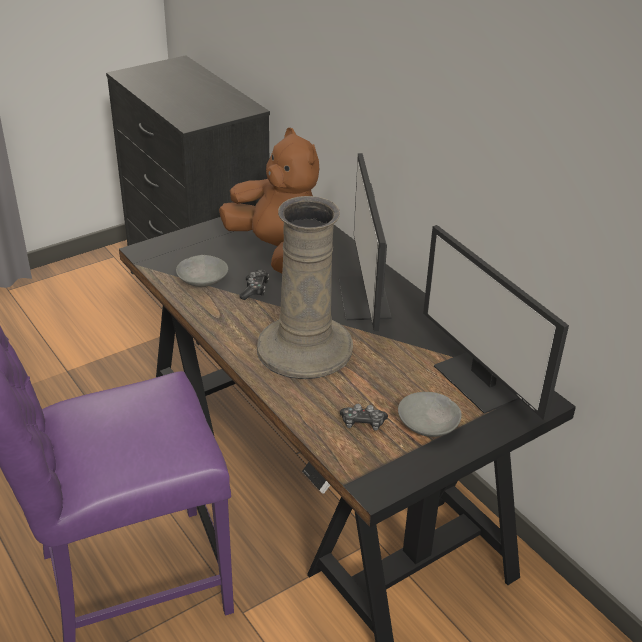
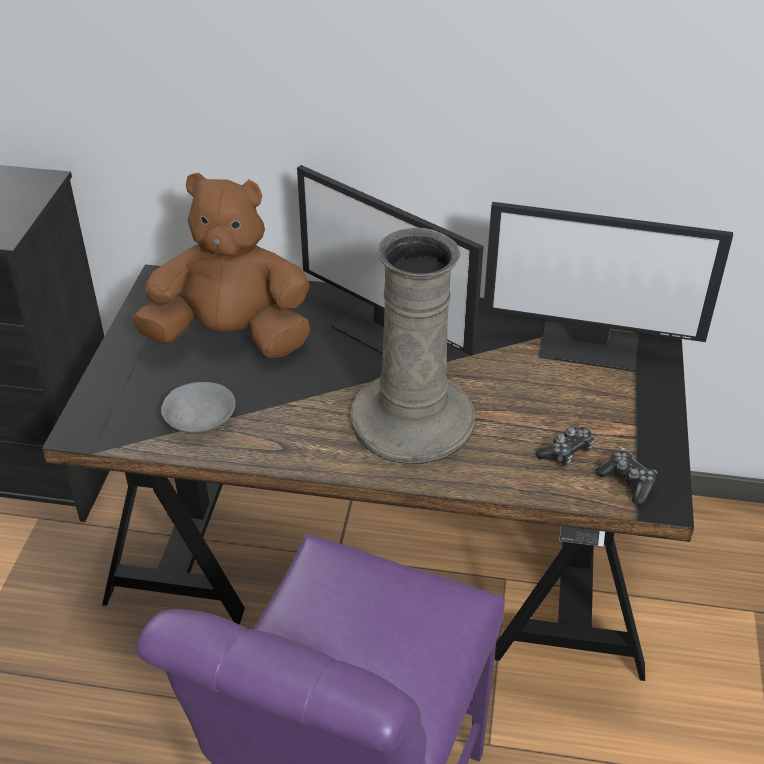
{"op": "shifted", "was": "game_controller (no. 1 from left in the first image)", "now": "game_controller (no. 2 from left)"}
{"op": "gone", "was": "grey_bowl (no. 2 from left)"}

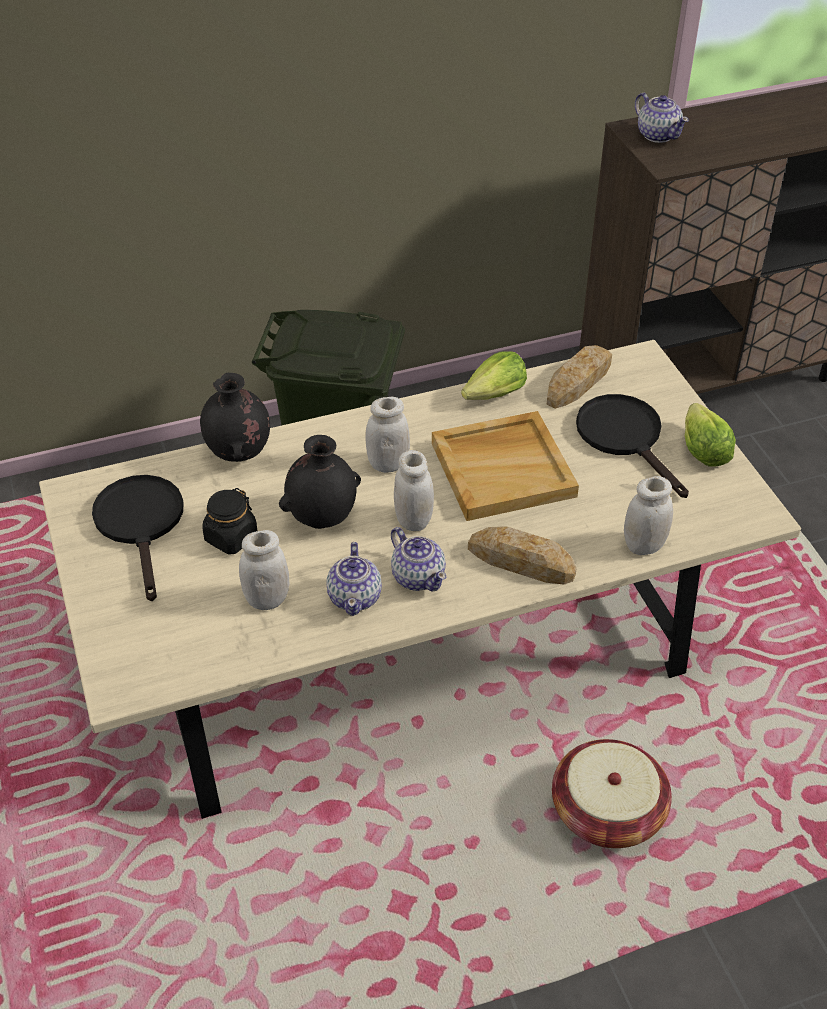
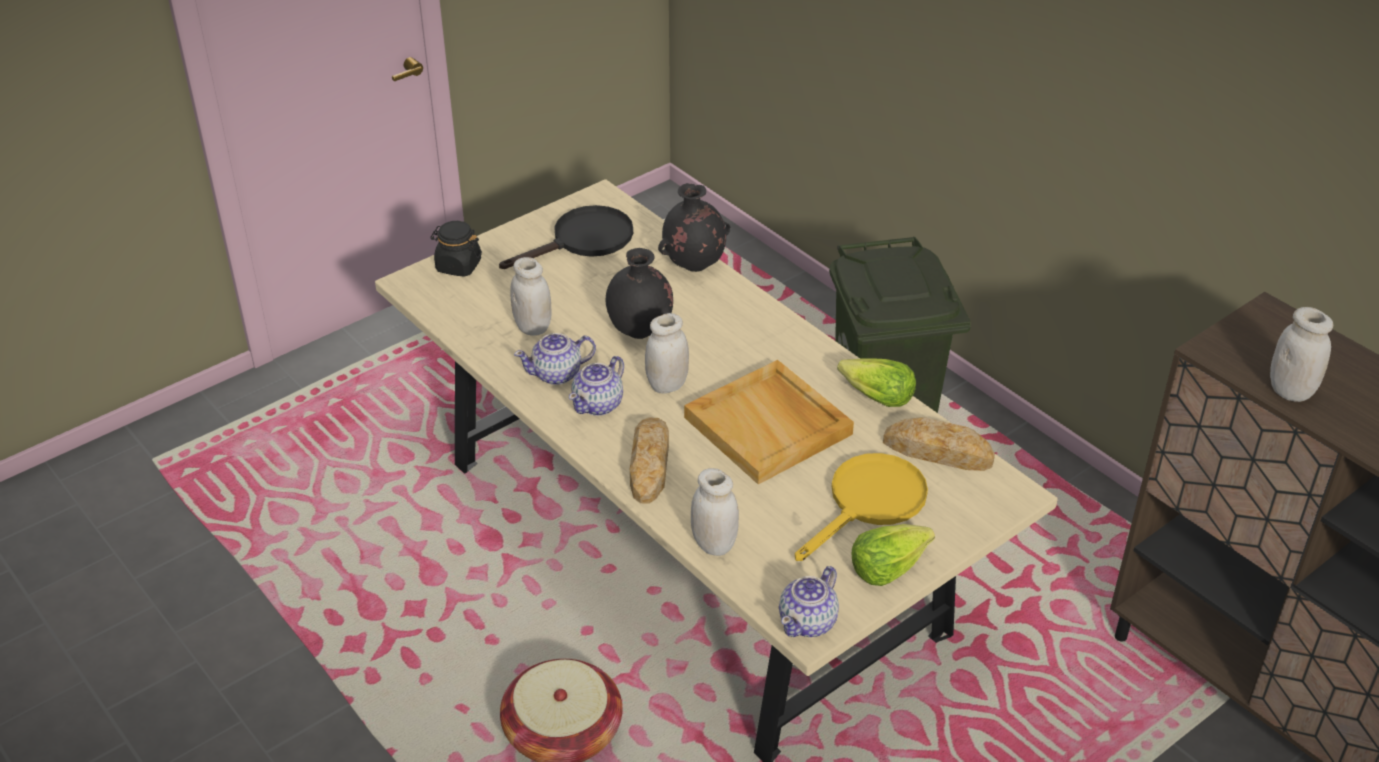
{"op": "shifted", "was": "black_jar"}
{"op": "shifted", "was": "teapot (no. 3 from left)"}
{"op": "repainted", "was": "black_frying_pan (no. 2 from left)", "now": "yellow_frying_pan"}
{"op": "shifted", "was": "white_jar (no. 2 from left in the first image)", "now": "white_jar (no. 4 from left)"}

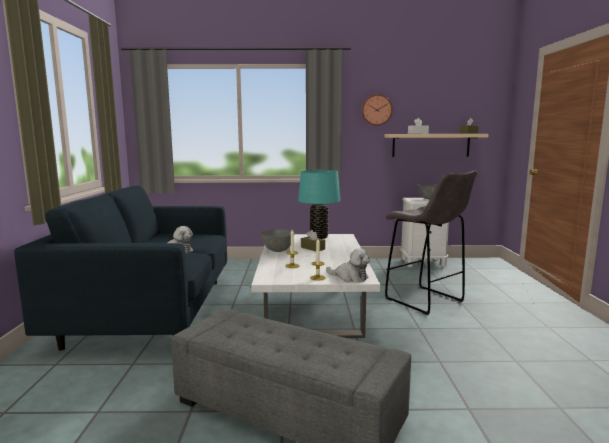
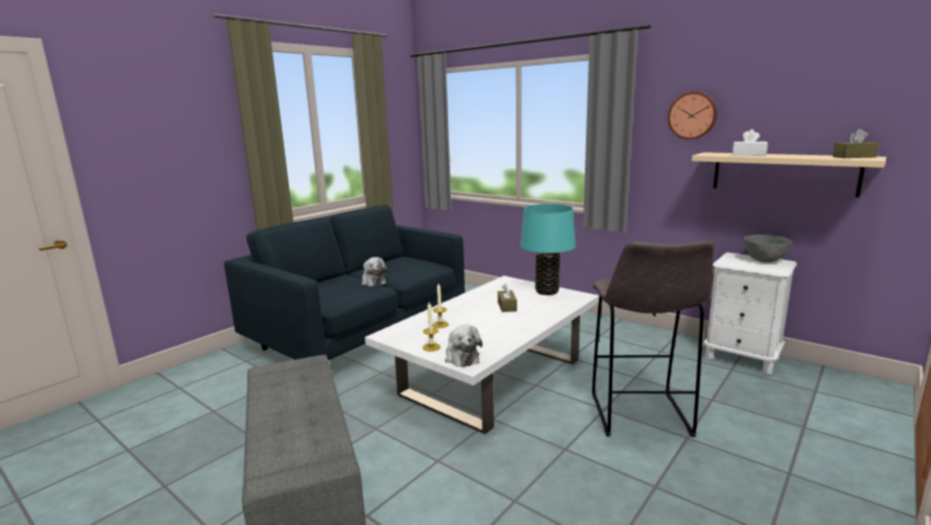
{"op": "gone", "was": "grey_bowl (no. 1 from left)"}

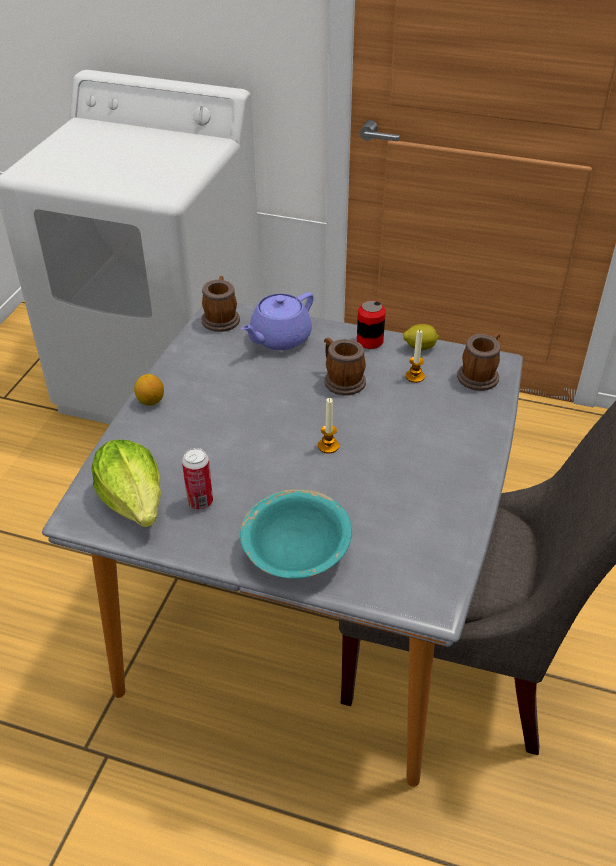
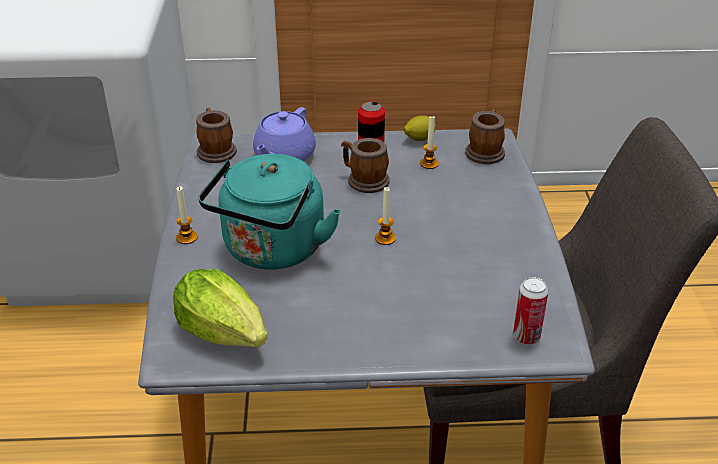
{"op": "swapped", "was": "lemon (no. 1 from left)", "now": "candle (no. 1 from left)"}
{"op": "new", "now": "turquoise_kettle"}
{"op": "shifted", "was": "can (no. 1 from left in the first image)", "now": "can (no. 2 from left)"}
{"op": "gone", "was": "turquoise_bowl"}

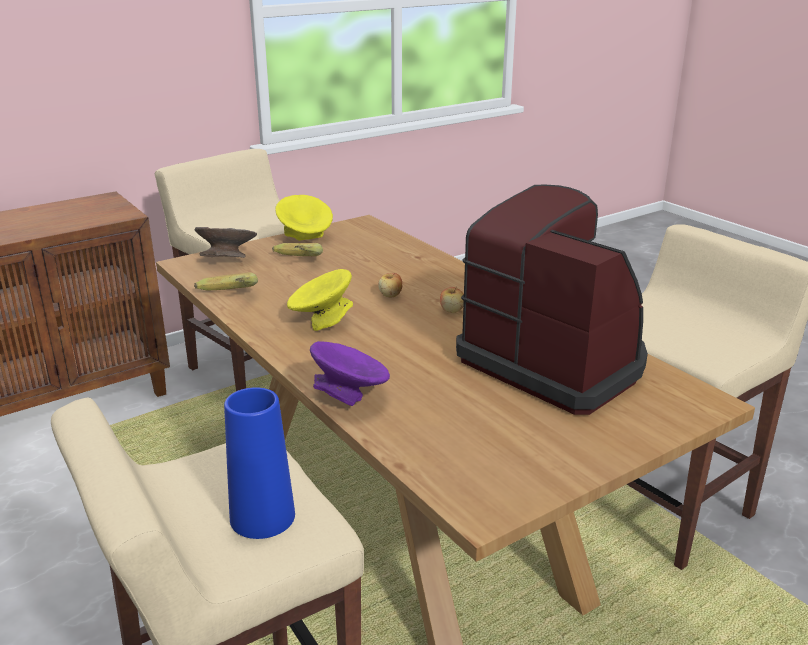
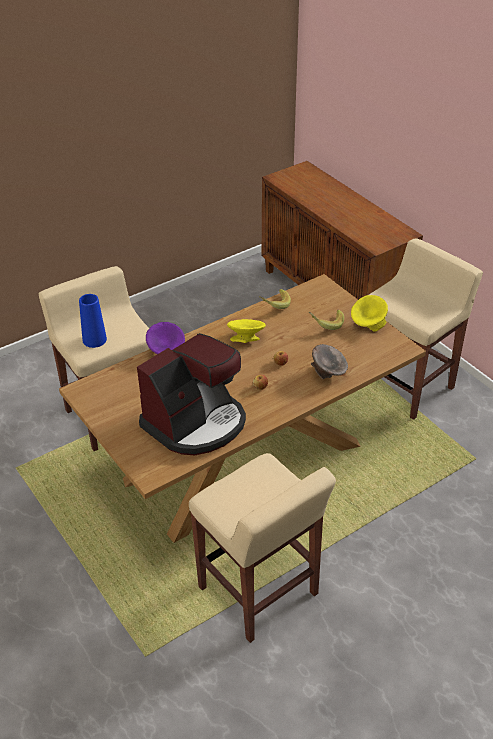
{"op": "shifted", "was": "grey_bowl"}

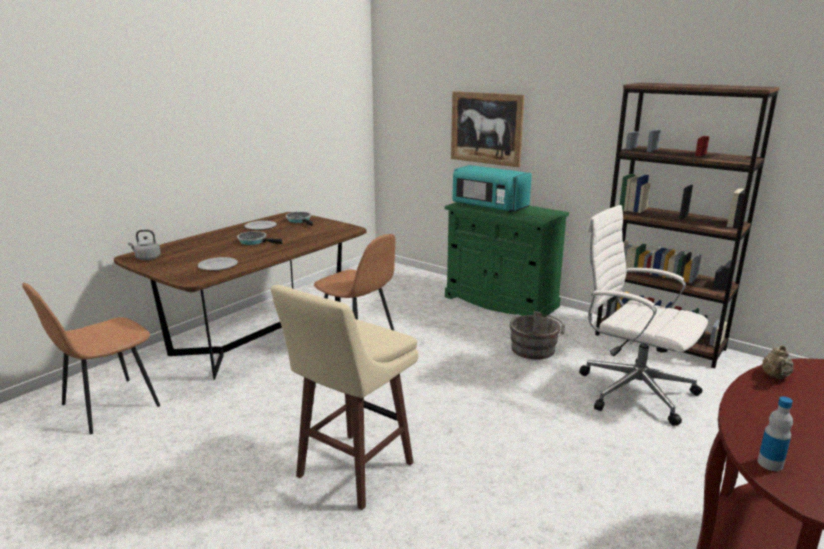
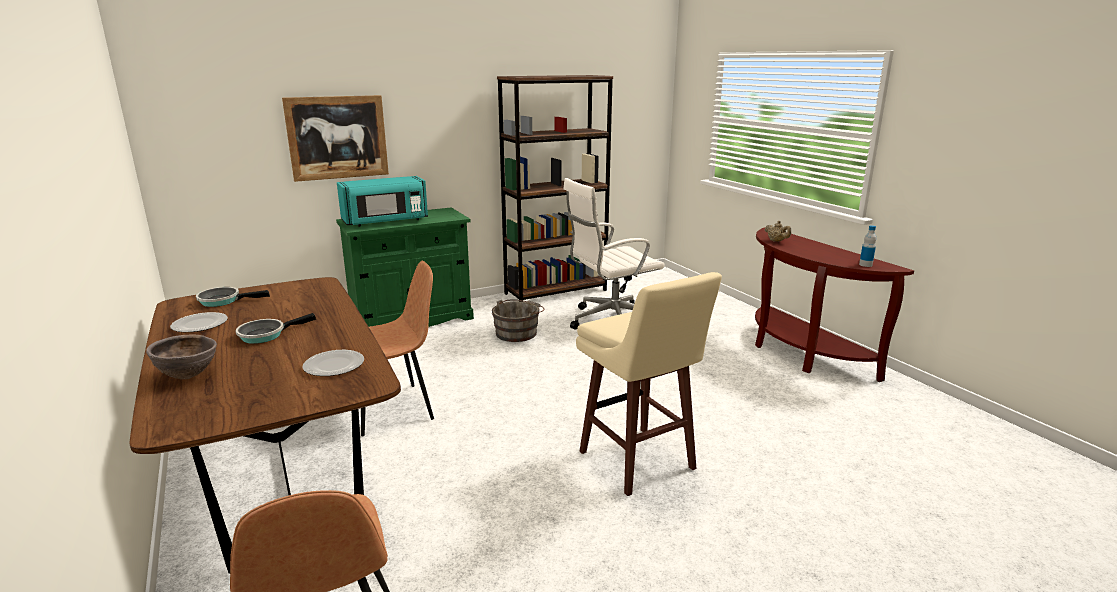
{"op": "new", "now": "brown_bowl"}
{"op": "gone", "was": "grey_kettle"}

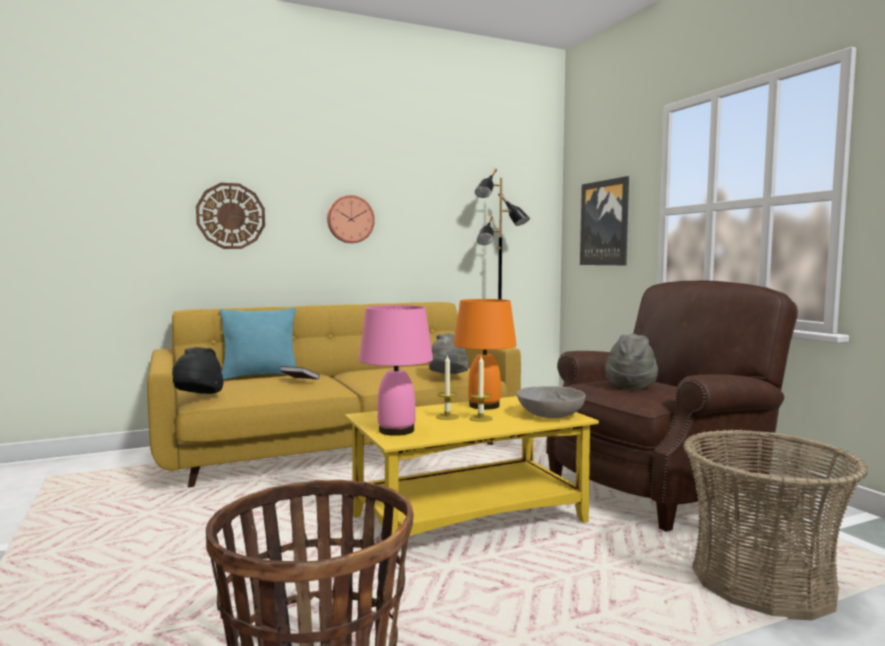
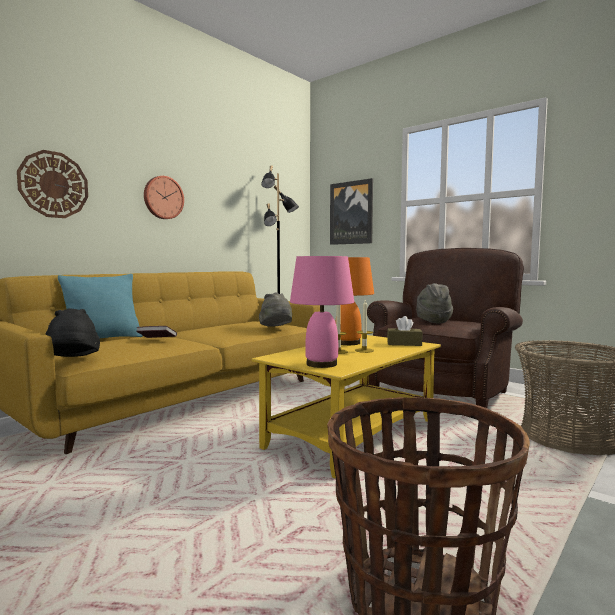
{"op": "swapped", "was": "grey_bowl", "now": "brown_tissue_box"}

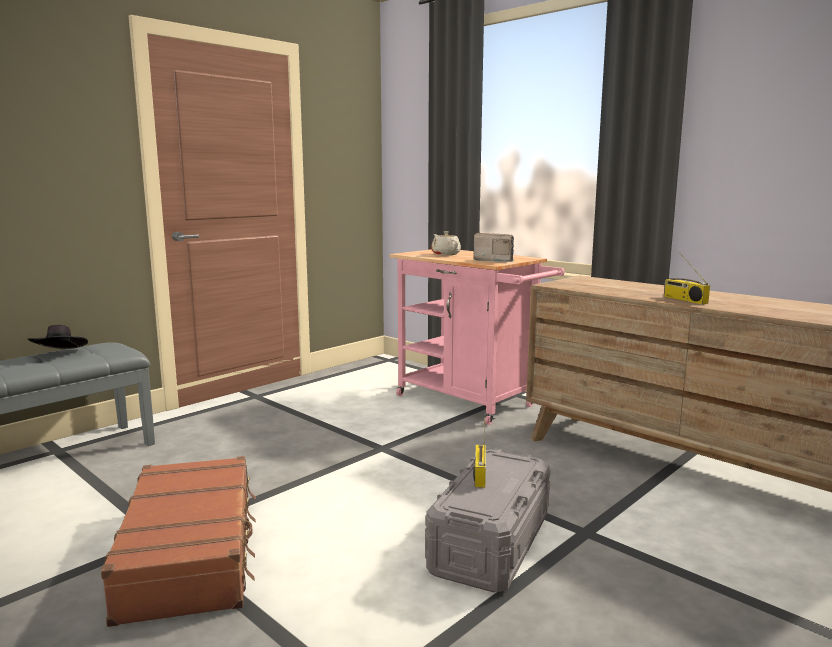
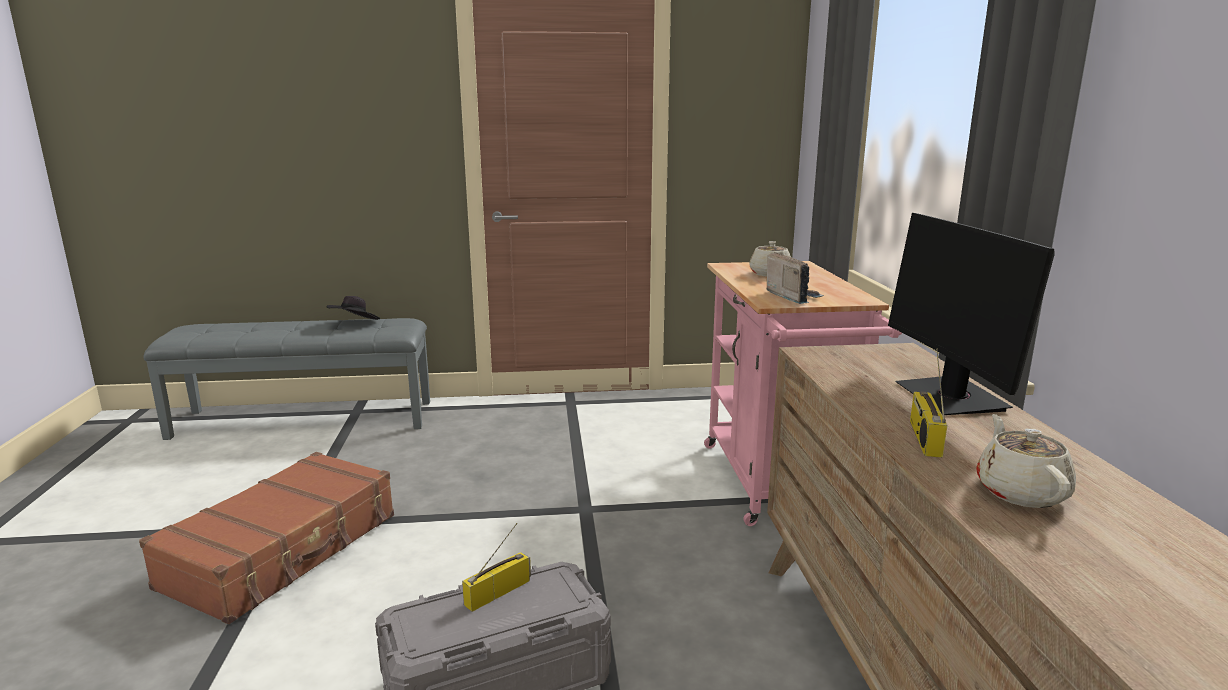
{"op": "new", "now": "monitor"}
{"op": "new", "now": "beige_teapot (no. 2 from left)"}

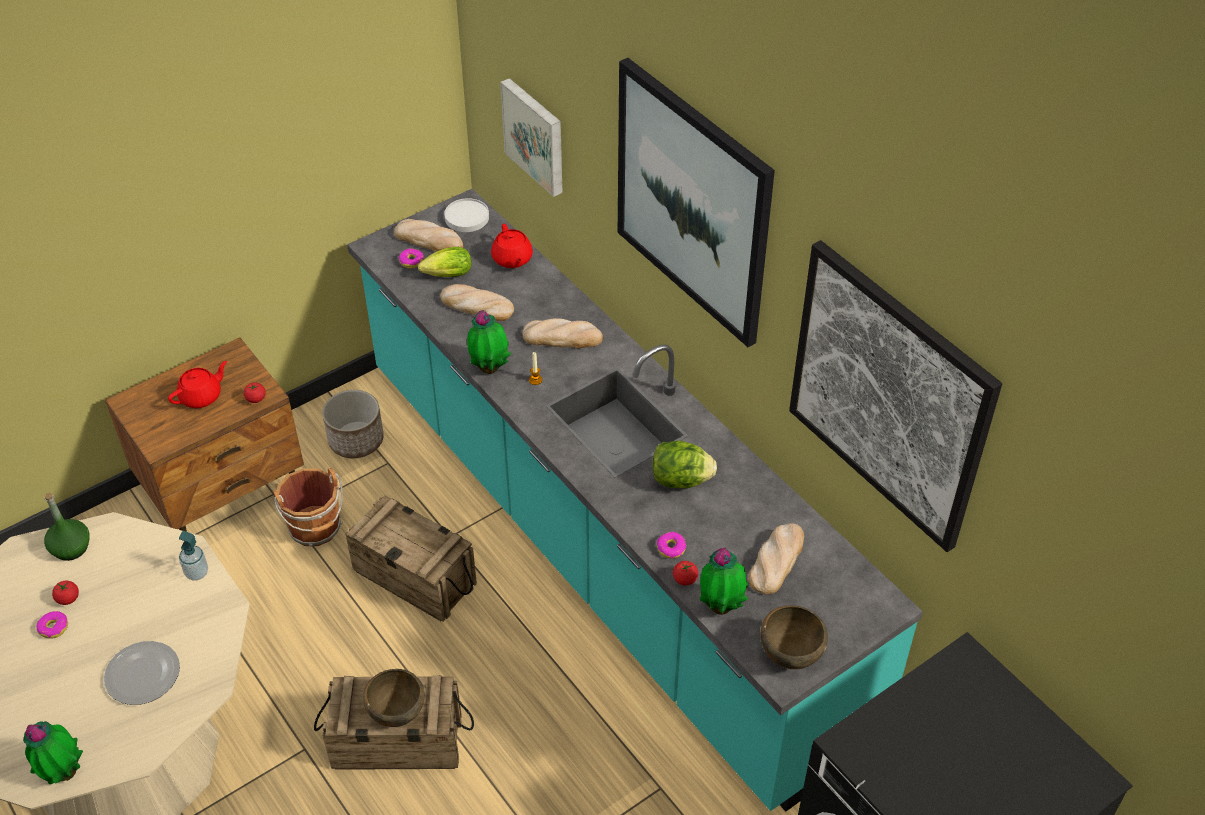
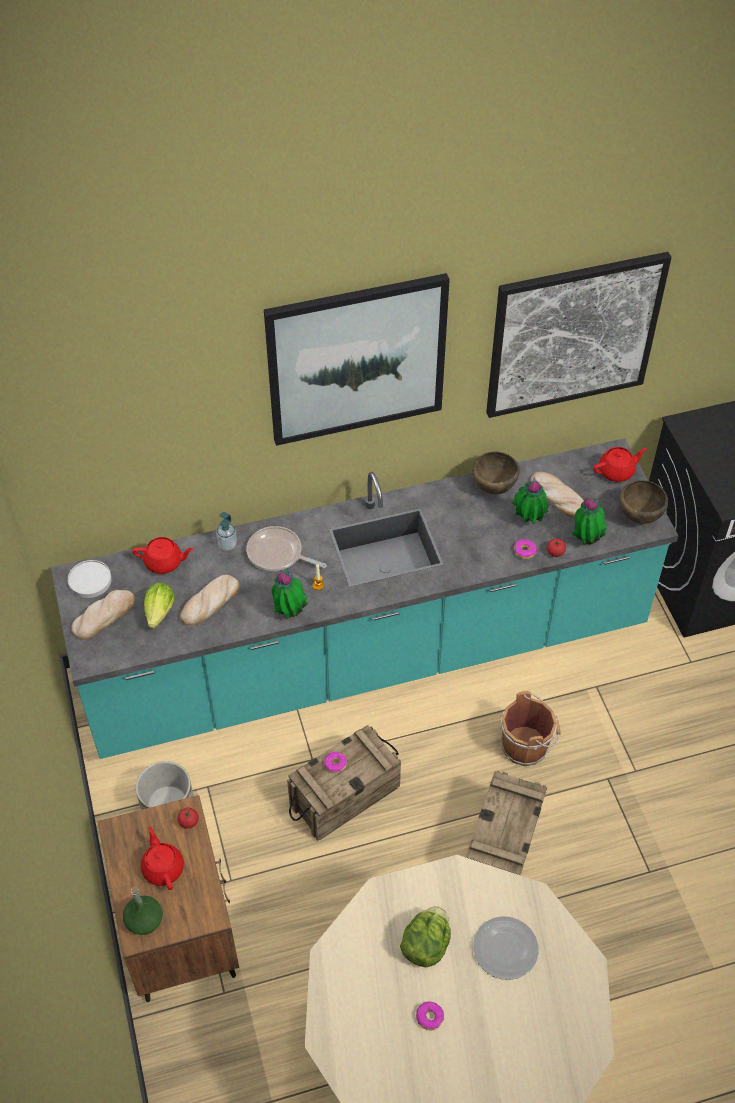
{"op": "shifted", "was": "green_bottle"}
{"op": "shifted", "was": "soap_dispenser"}
{"op": "swapped", "was": "bread (no. 3 from left)", "now": "frying_pan"}
{"op": "shifted", "was": "donut (no. 2 from left in the first image)", "now": "donut (no. 1 from left)"}
{"op": "shifted", "was": "lettuce (no. 2 from left)"}
{"op": "shifted", "was": "brown_bowl (no. 1 from left)"}
{"op": "shifted", "was": "brown_bucket"}
{"op": "shifted", "was": "potted_plant (no. 1 from left in the first image)", "now": "potted_plant (no. 2 from left)"}
{"op": "new", "now": "red_teapot (no. 3 from left)"}
{"op": "gone", "was": "tomato (no. 1 from left)"}
{"op": "gone", "was": "picture (no. 1 from left)"}

